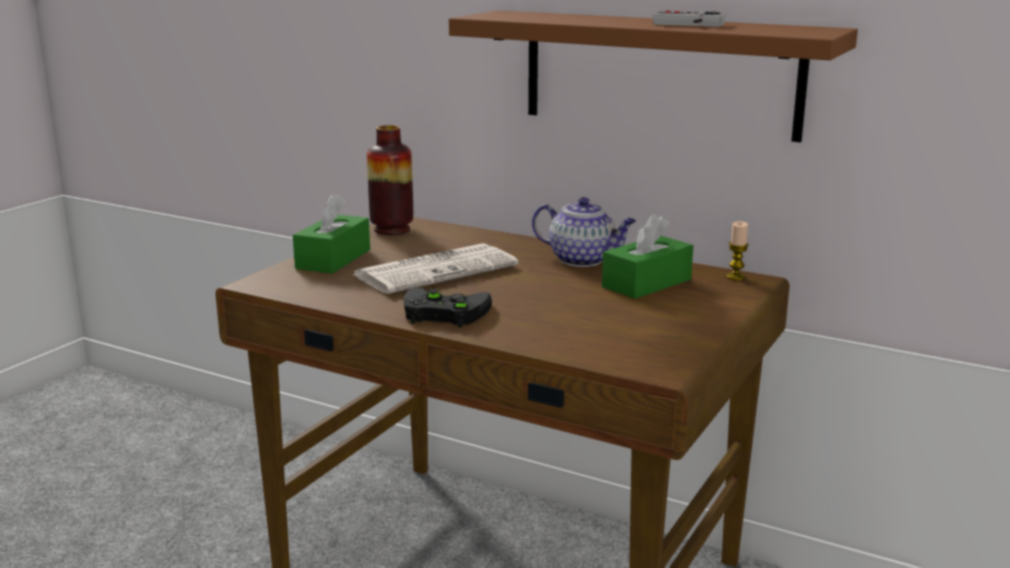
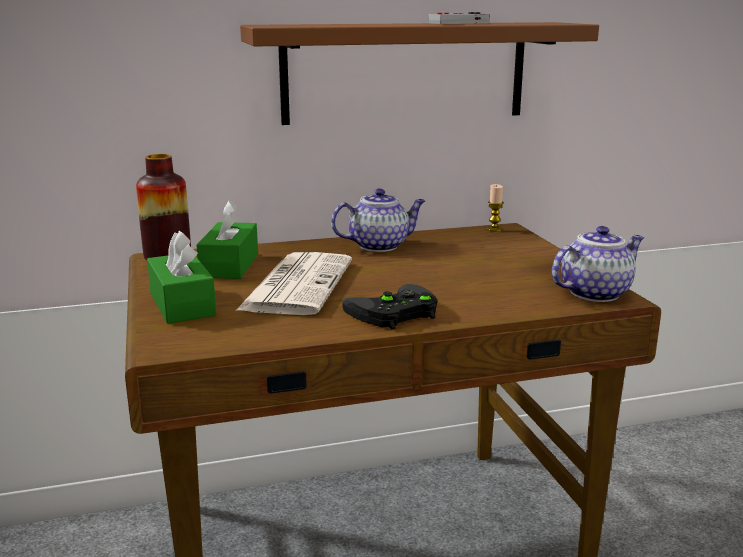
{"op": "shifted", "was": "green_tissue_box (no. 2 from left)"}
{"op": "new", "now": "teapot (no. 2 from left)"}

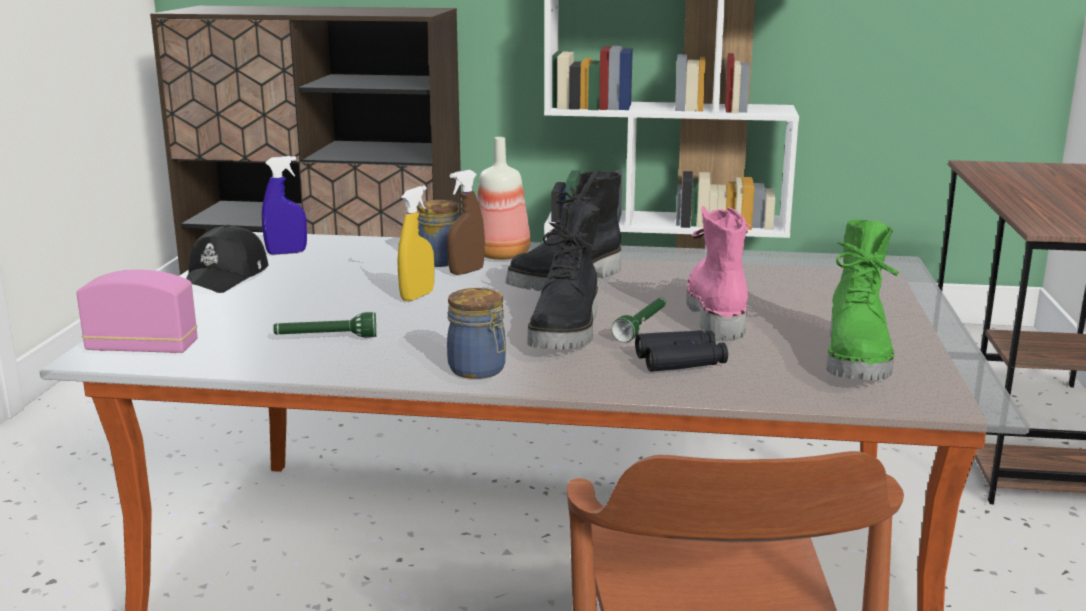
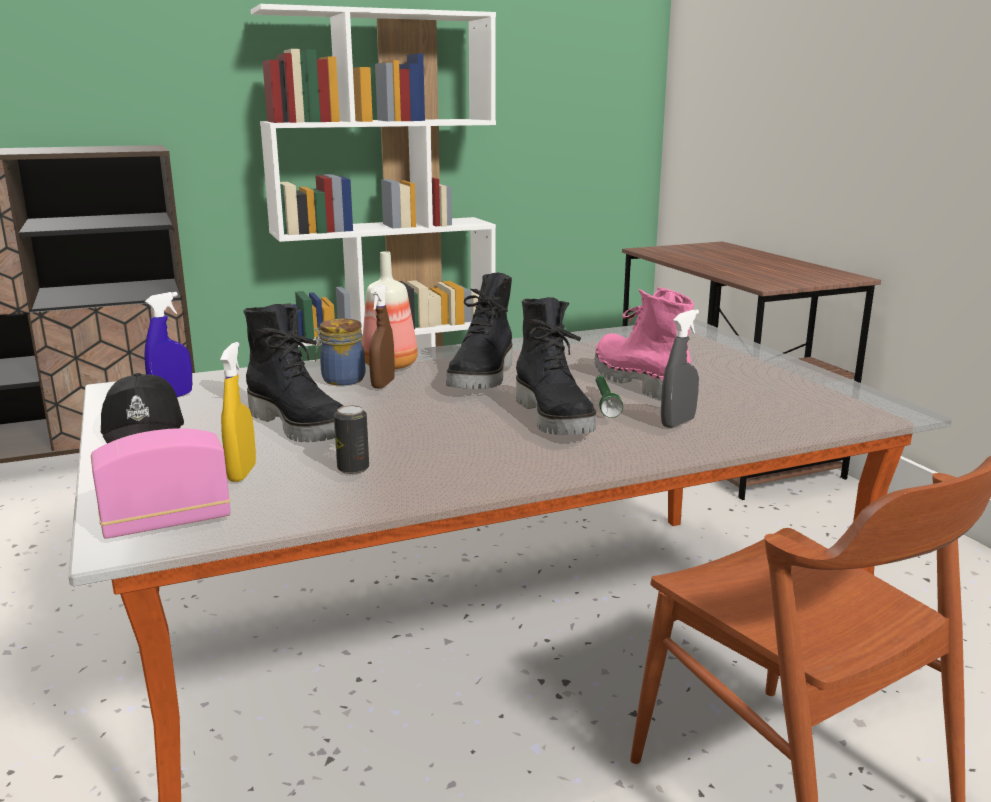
{"op": "shifted", "was": "yellow_spray_bottle"}
{"op": "new", "now": "black_boot (no. 1 from left)"}
{"op": "swapped", "was": "green_flashlight (no. 1 from left)", "now": "can"}
{"op": "swapped", "was": "black_binoculars", "now": "grey_spray_bottle"}
{"op": "gone", "was": "jar (no. 2 from left)"}
{"op": "gone", "was": "green_boot"}

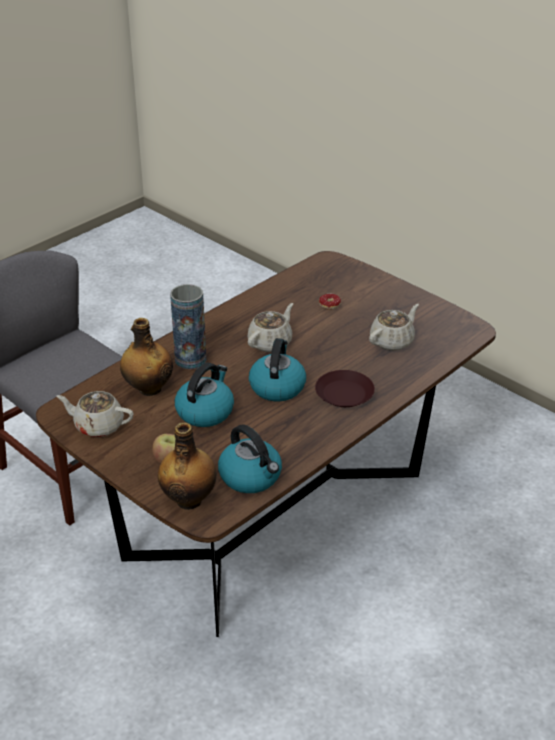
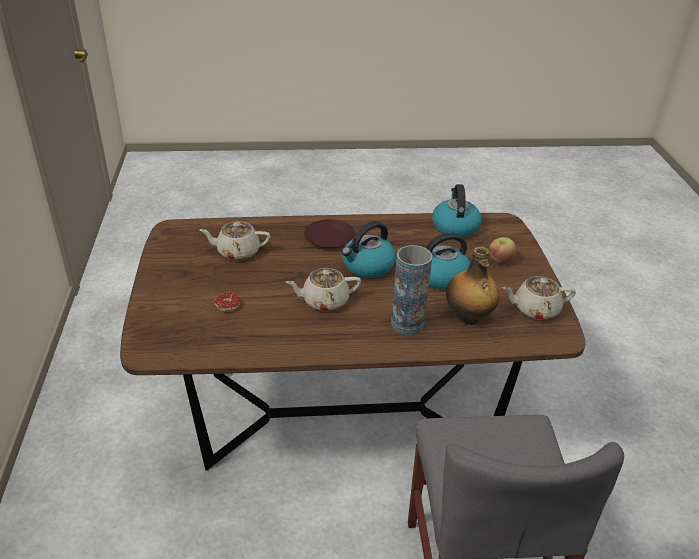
{"op": "rotated", "was": "beige_teapot (no. 1 from left in the first image)", "clockwise": 120}
{"op": "gone", "was": "bottle (no. 2 from left)"}

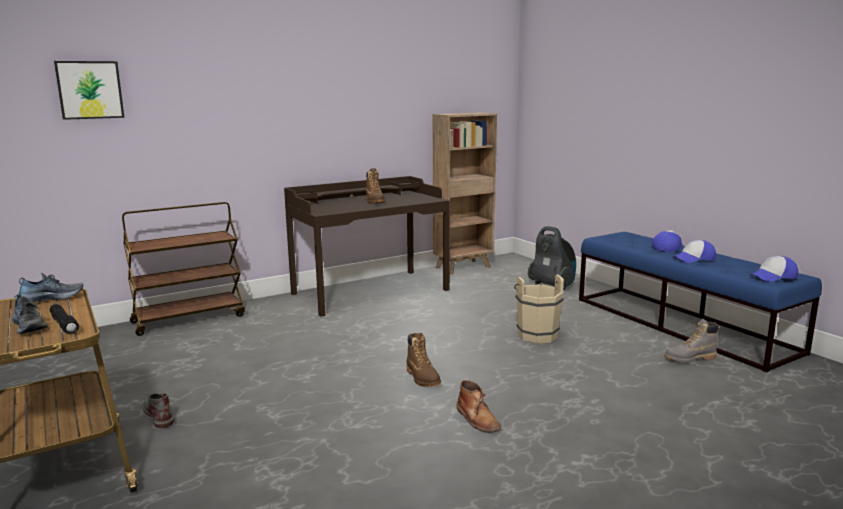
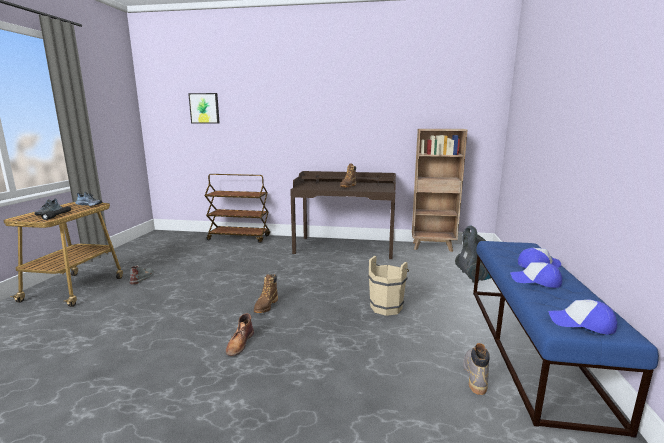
{"op": "rotated", "was": "grey_boot (no. 2 from left)", "clockwise": 75}

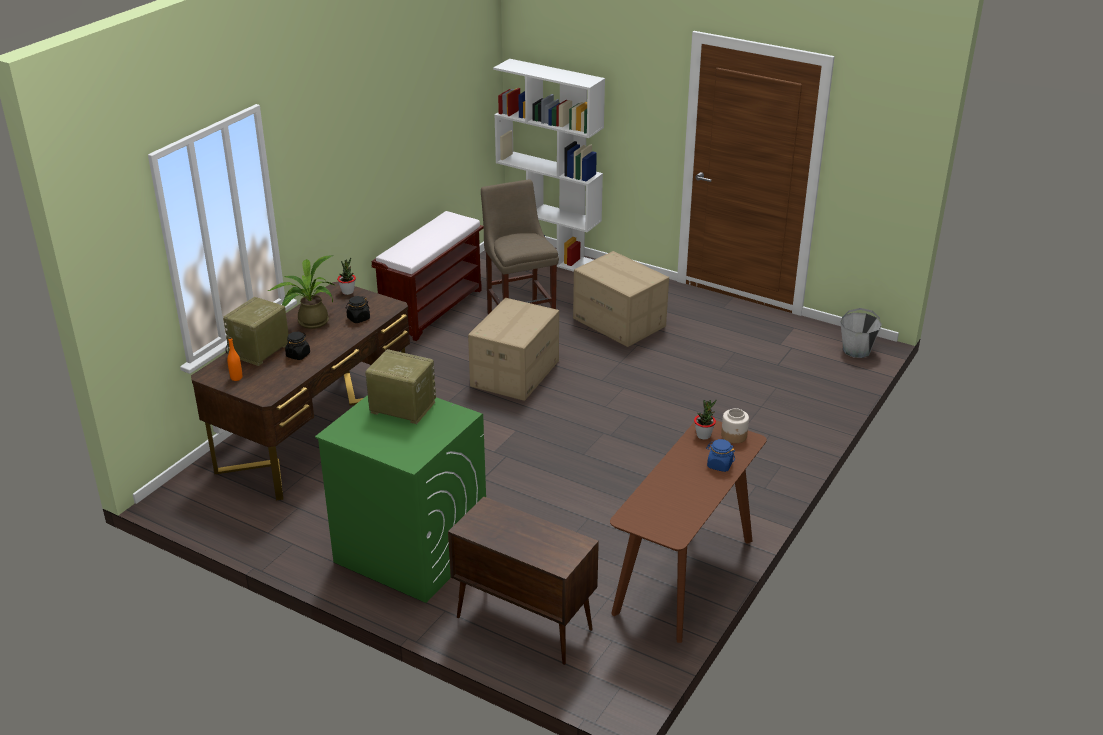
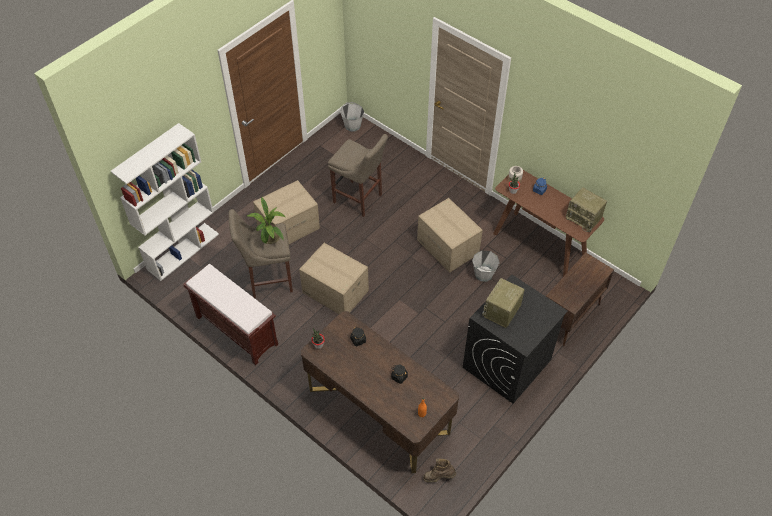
{"op": "shifted", "was": "potted_plant (no. 1 from left)"}
{"op": "new", "now": "beige_stool (no. 2 from left)"}
{"op": "new", "now": "cardboard_box (no. 3 from left)"}
{"op": "new", "now": "brown_boot"}
{"op": "repainted", "was": "green_washing_machine", "now": "black_washing_machine"}
{"op": "new", "now": "grey_bucket (no. 2 from left)"}
{"op": "shifted", "was": "radio (no. 1 from left in the first image)", "now": "radio (no. 2 from left)"}

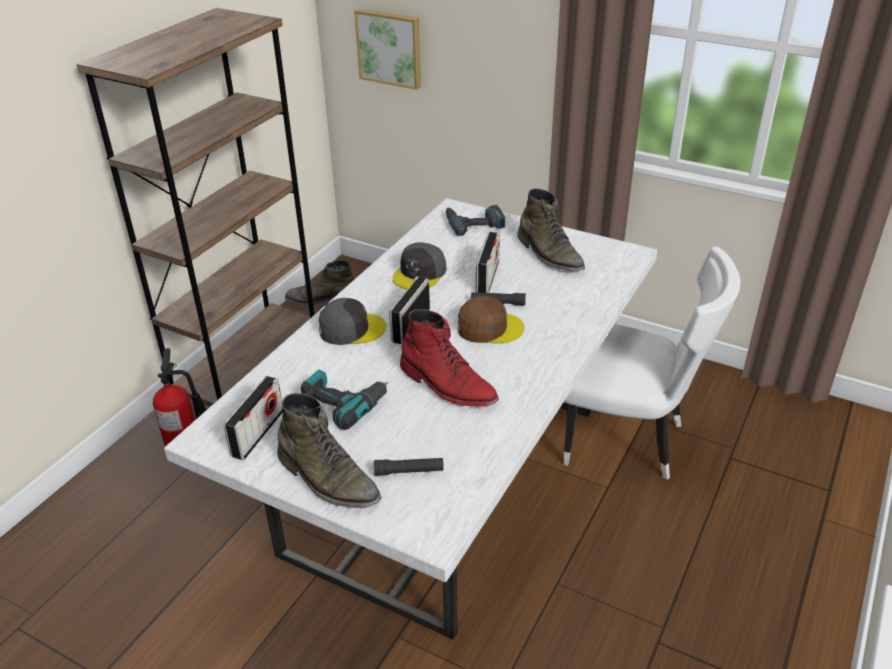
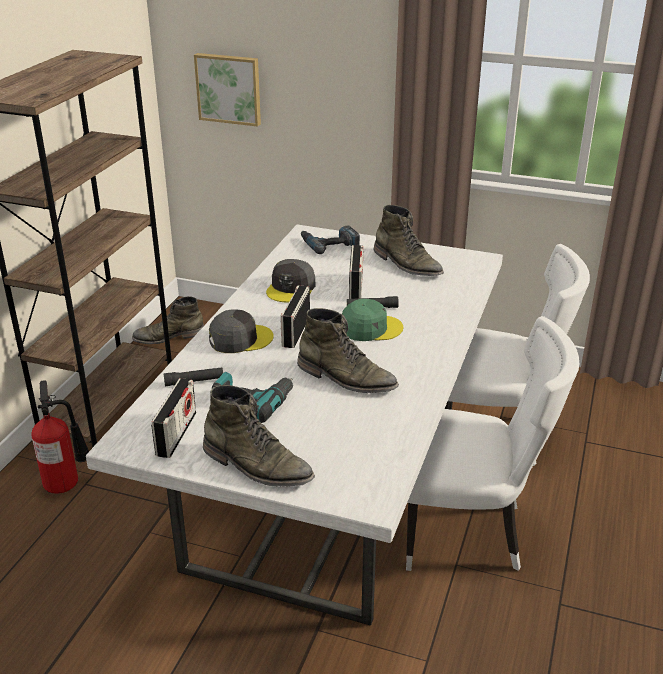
{"op": "shifted", "was": "black_flashlight (no. 1 from left)"}
{"op": "repainted", "was": "red_boot", "now": "green_boot (no. 3 from left)"}
{"op": "repainted", "was": "brown_cap", "now": "green_cap"}
{"op": "new", "now": "white_chair (no. 1 from left)"}

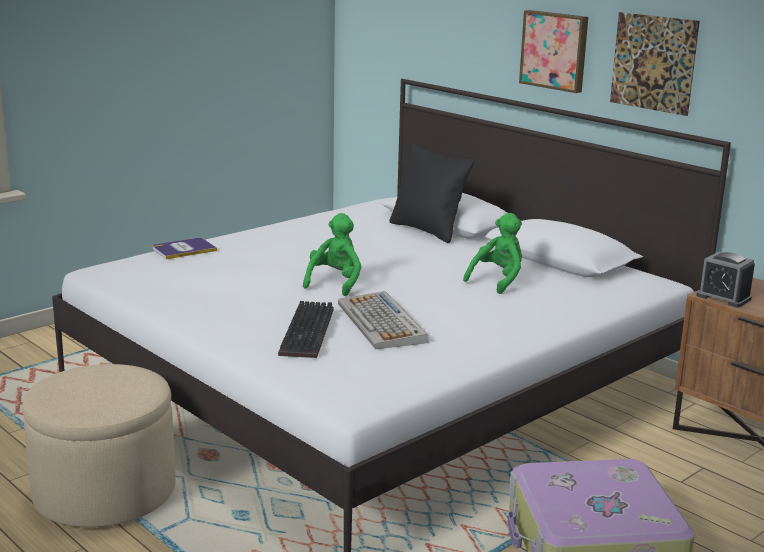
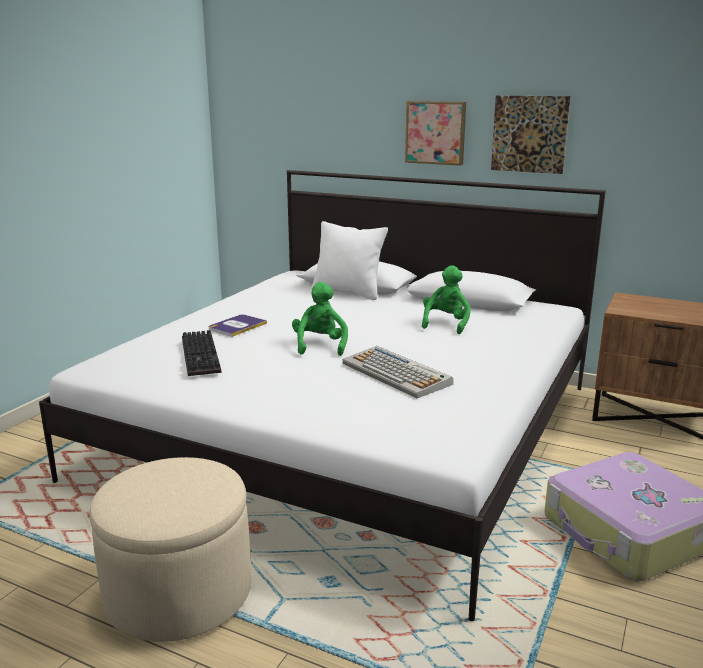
{"op": "shifted", "was": "keyboard (no. 1 from left)"}
{"op": "shifted", "was": "book"}
{"op": "repainted", "was": "black_pillow", "now": "white_pillow"}
{"op": "gone", "was": "alarm_clock"}

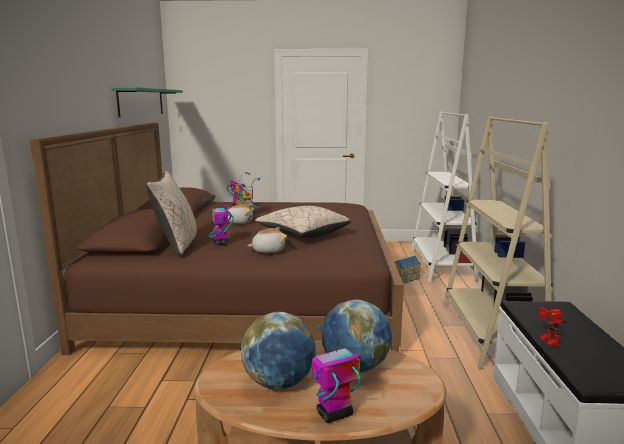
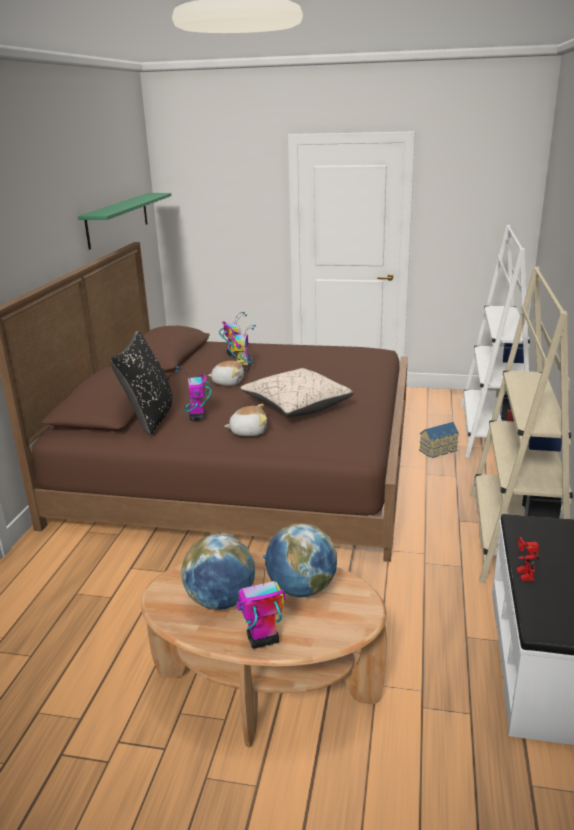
{"op": "repainted", "was": "beige_pillow (no. 1 from left)", "now": "black_pillow"}

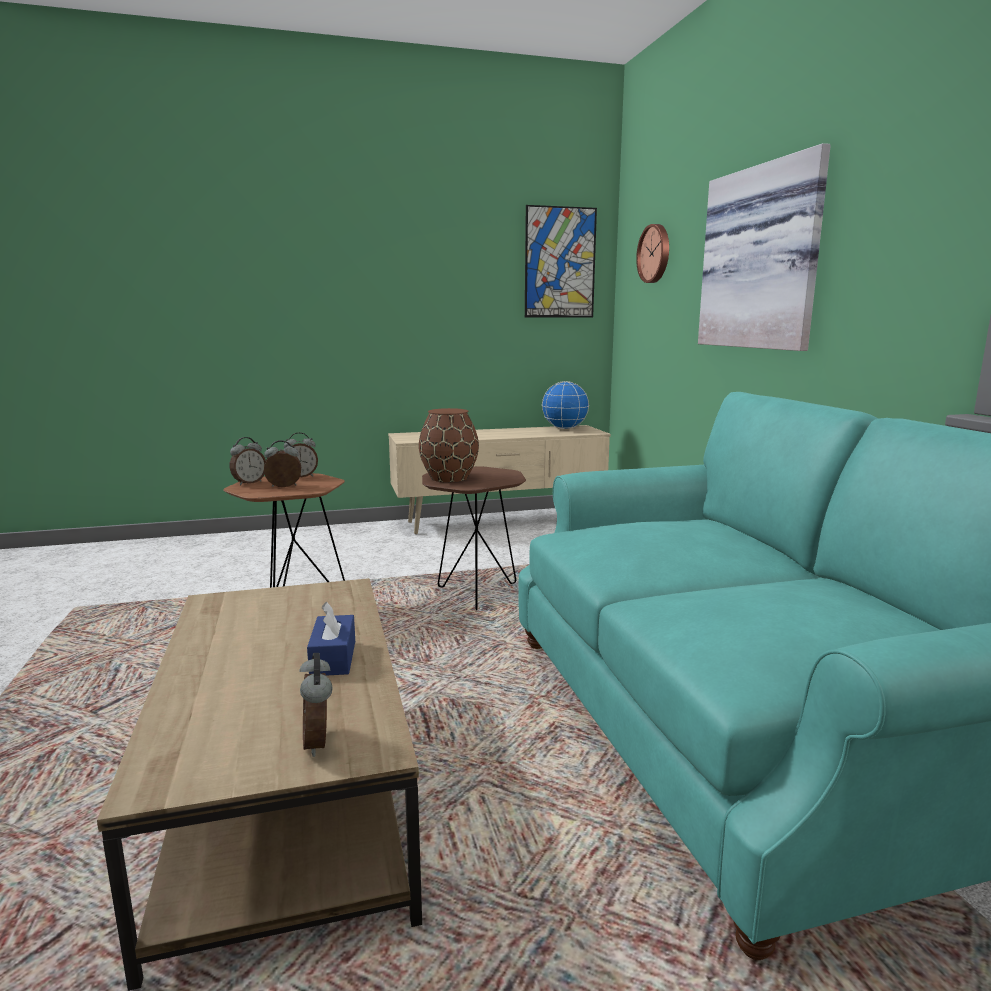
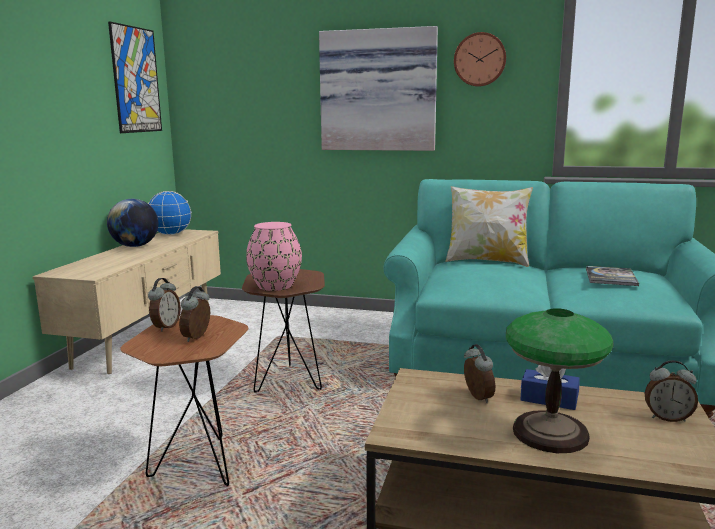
{"op": "new", "now": "globe (no. 1 from left)"}
{"op": "repainted", "was": "brown_vase", "now": "pink_vase"}
{"op": "new", "now": "pillow"}
{"op": "shifted", "was": "wall_clock"}
{"op": "shifted", "was": "alarm_clock (no. 1 from left in the first image)", "now": "alarm_clock (no. 3 from left)"}
{"op": "new", "now": "table_lamp"}
{"op": "new", "now": "book"}

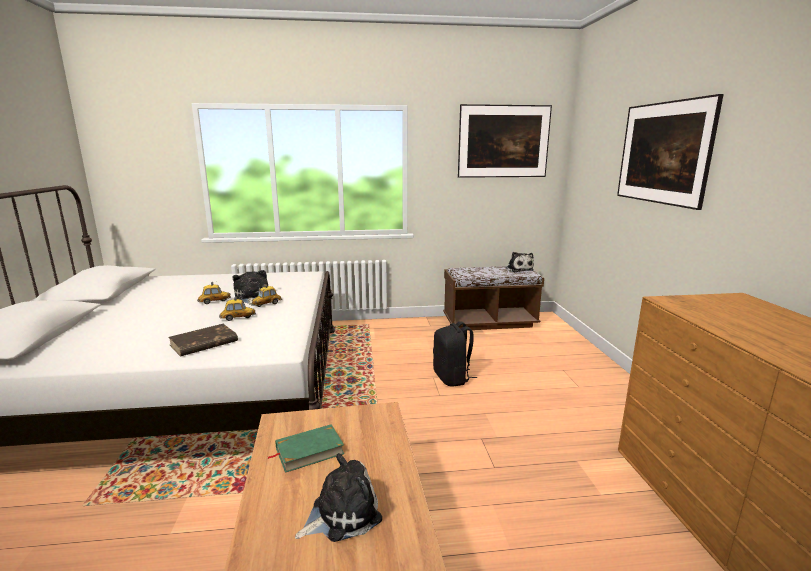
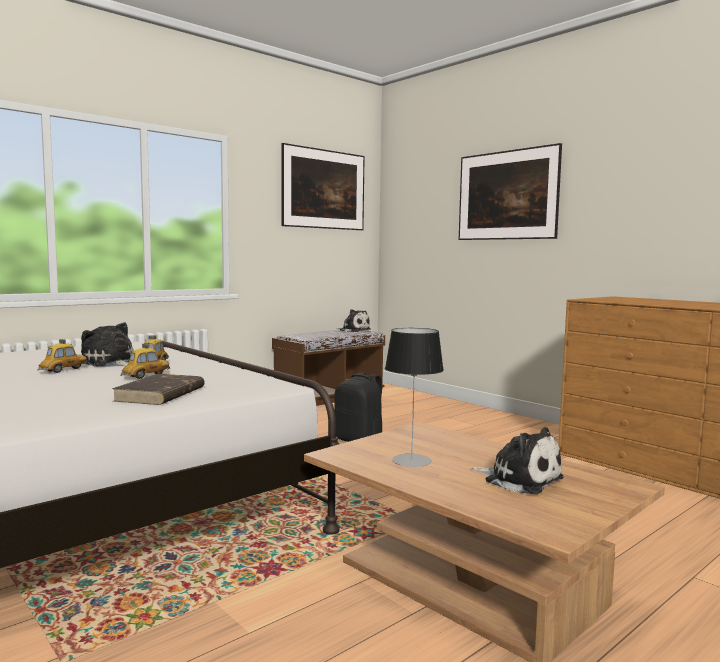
{"op": "swapped", "was": "green_book", "now": "table_lamp"}
{"op": "rotated", "was": "plush_toy (no. 2 from left in the first image)", "clockwise": 105}

